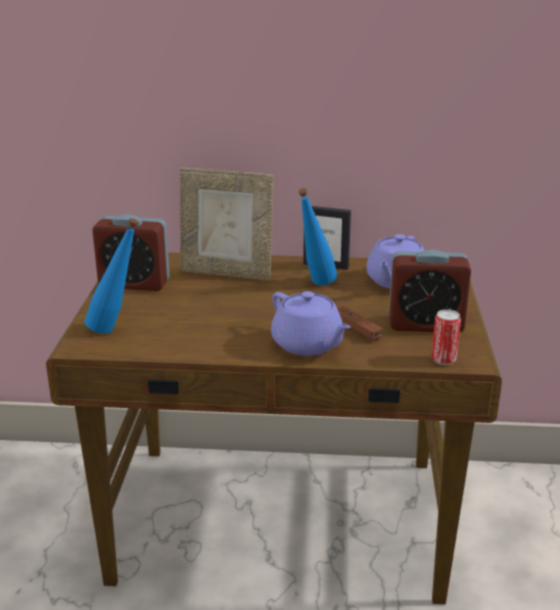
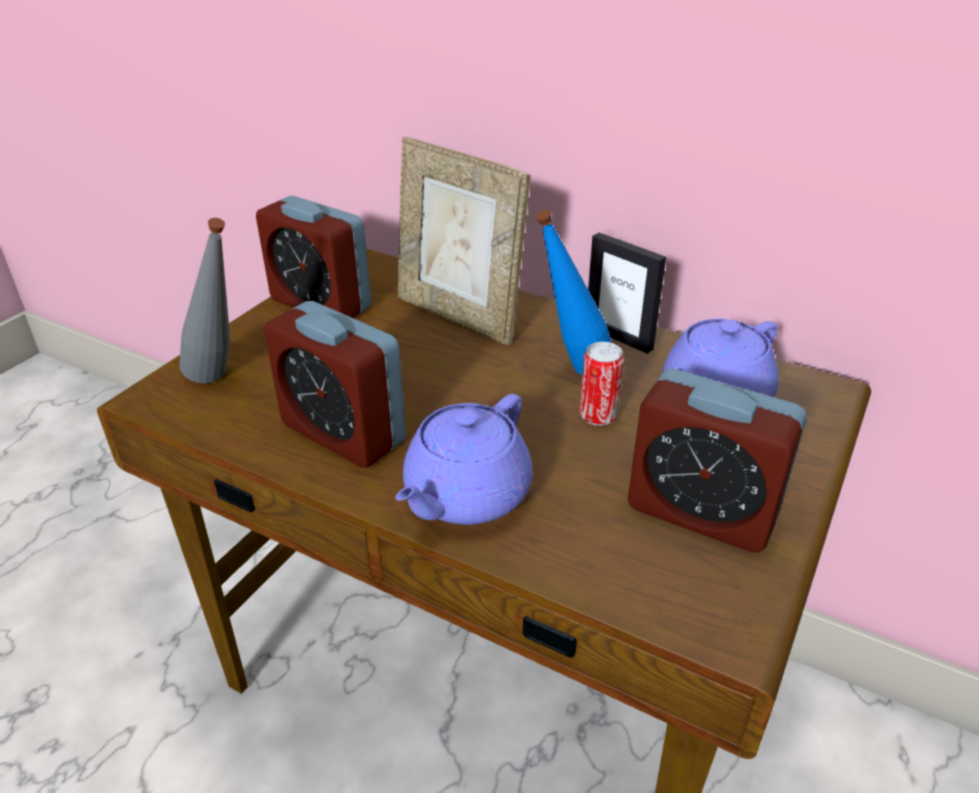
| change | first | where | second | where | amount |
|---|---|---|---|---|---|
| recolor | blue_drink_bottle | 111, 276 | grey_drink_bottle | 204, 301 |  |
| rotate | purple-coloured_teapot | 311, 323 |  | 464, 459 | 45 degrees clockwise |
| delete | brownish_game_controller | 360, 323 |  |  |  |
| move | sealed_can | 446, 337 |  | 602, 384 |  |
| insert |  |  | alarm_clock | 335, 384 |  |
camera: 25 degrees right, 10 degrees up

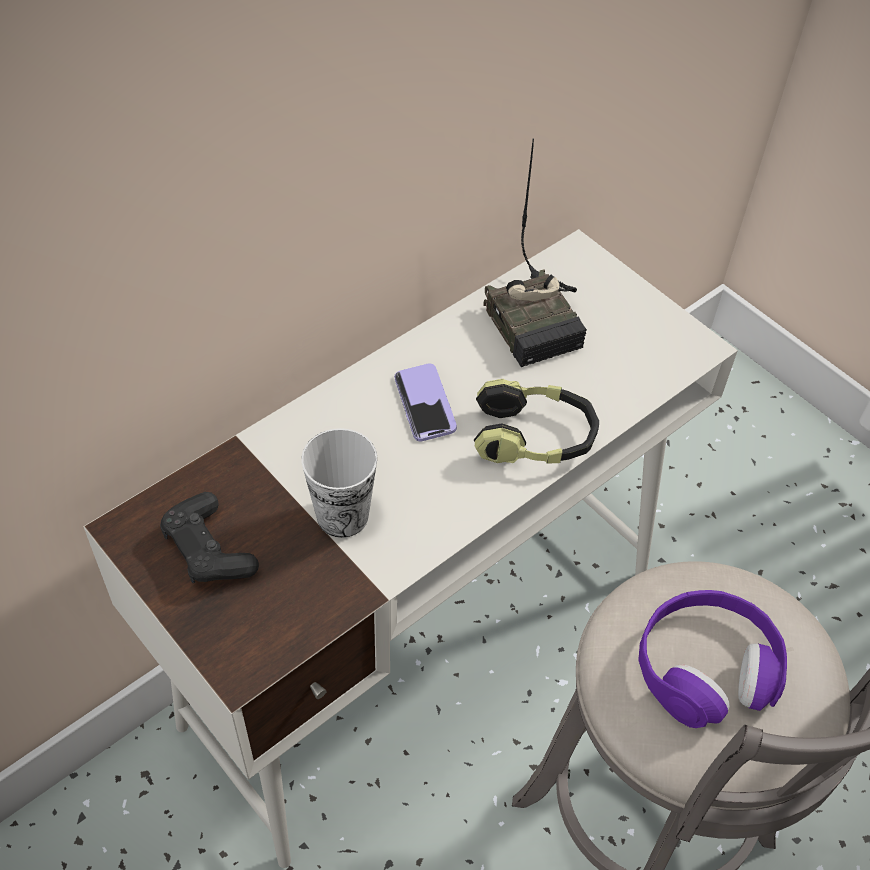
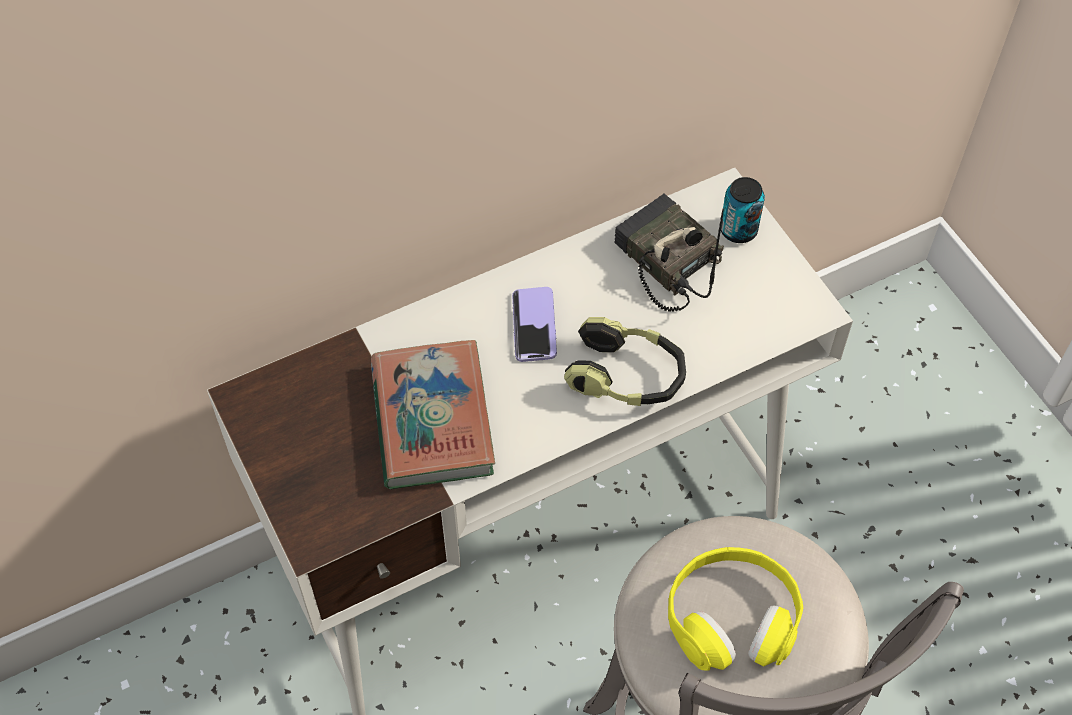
| change | first | where | second | where | amount |
|---|---|---|---|---|---|
| rotate | radio_set | 535, 253 |  | 669, 252 | 150 degrees clockwise |
| replace | drinking_cup | 339, 483 | volume | 433, 414 |  |
| delete | black_game_controller | 209, 537 |  |  |  |
| recolor | purple-coloured_pair_of_headphones | 712, 659 | yellow-coloured_pair_of_headphones | 735, 609 |  |
| insert |  |  | sealed_can | 743, 210 |  |
camera: 15 degrees right, 5 degrees up

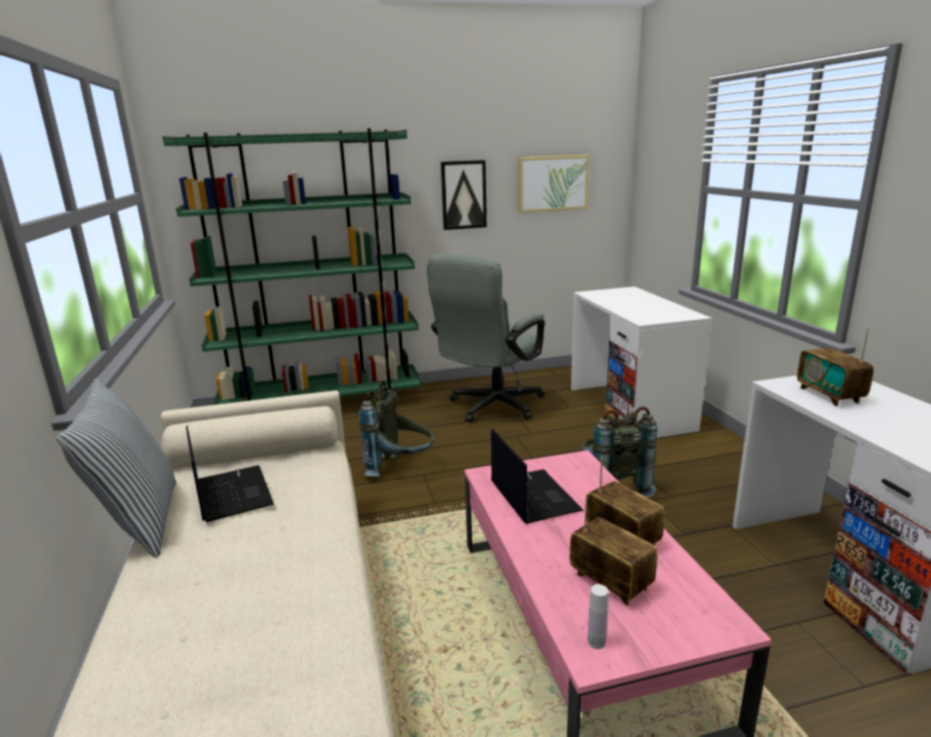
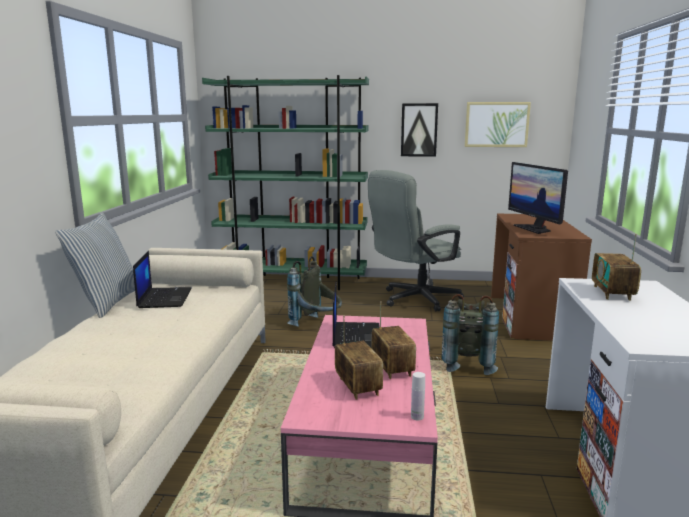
| change | first | where | second | where | amount |
|---|---|---|---|---|---|
| recolor | white-coloured_desk_table | 641, 362 | brownish_desk_table | 541, 277 |  |
| move | white-coloured_drink_bottle | 598, 616 |  | 418, 396 |  |
| insert |  |  | monitor | 538, 198 |  |
camera: 20 degrees right, 5 degrees down

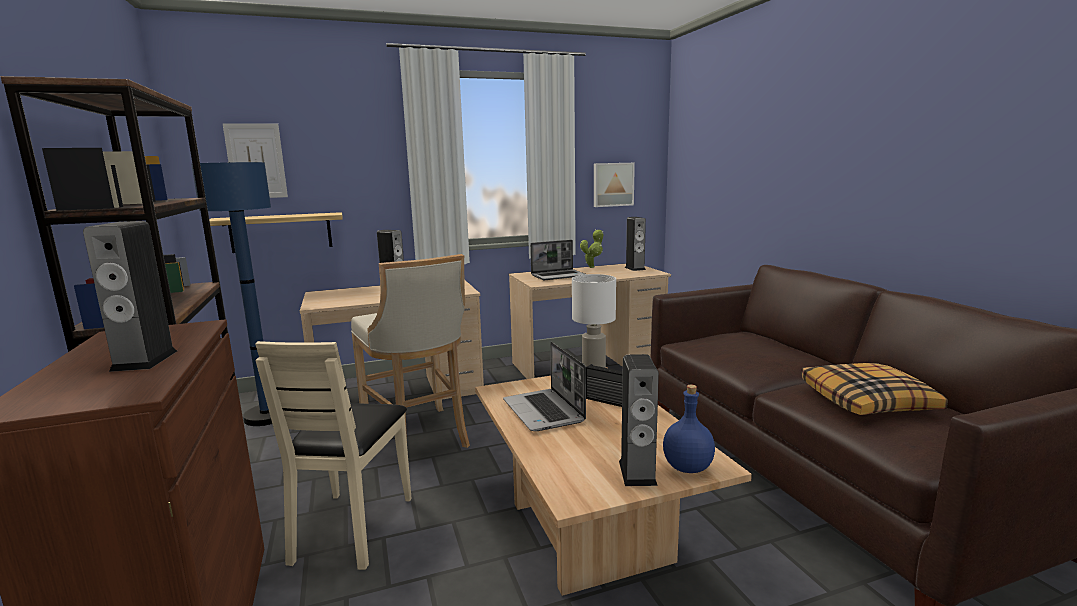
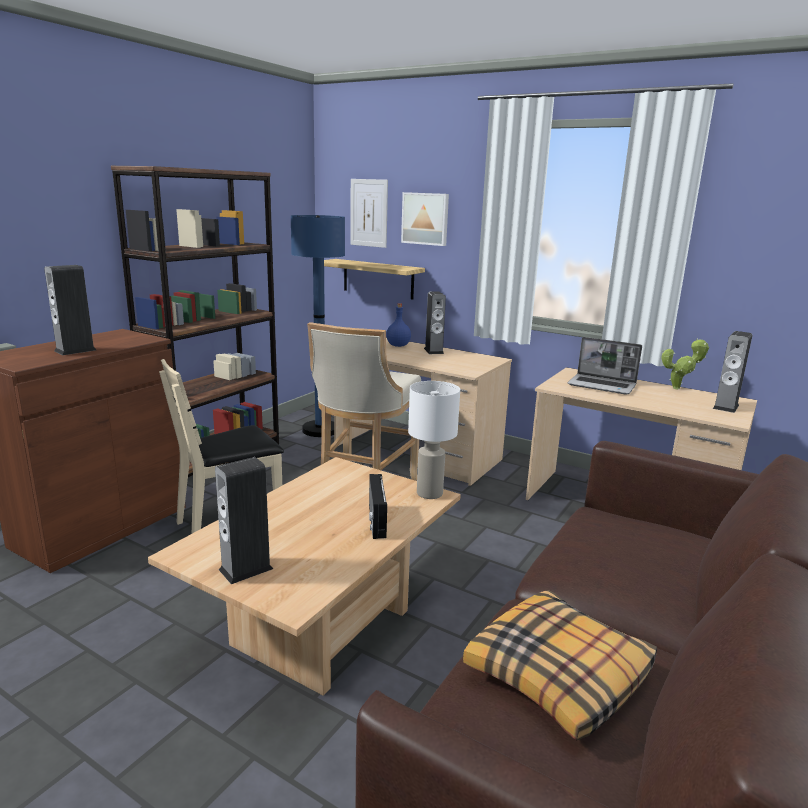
| change | first | where | second | where | amount |
|---|---|---|---|---|---|
| move | wall_art | 614, 185 |  | 425, 219 |  |
| delete | notebook_computer | 544, 386 |  |  |  |
| move | blue_drink_bottle | 689, 429 |  | 398, 325 |  |
camera: 50 degrees right, 5 degrees up

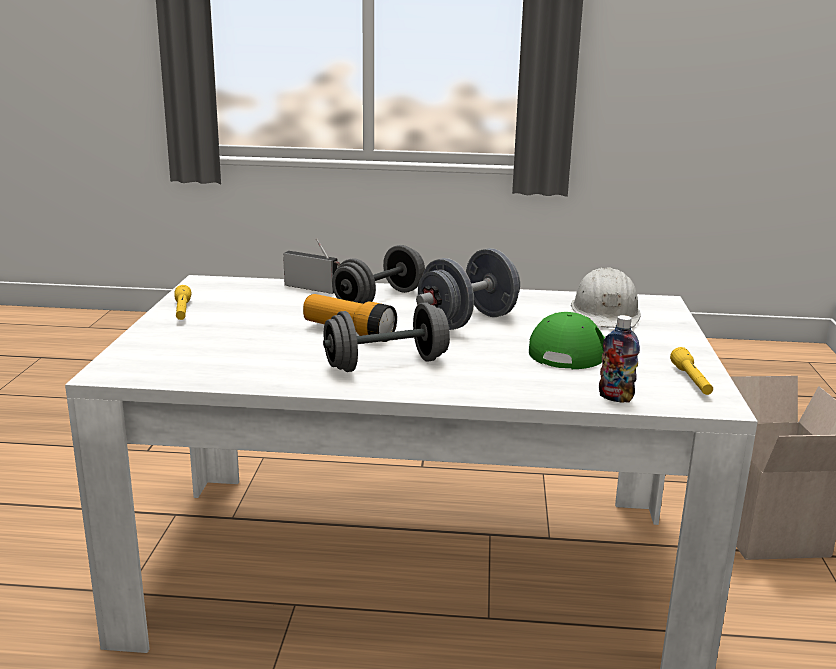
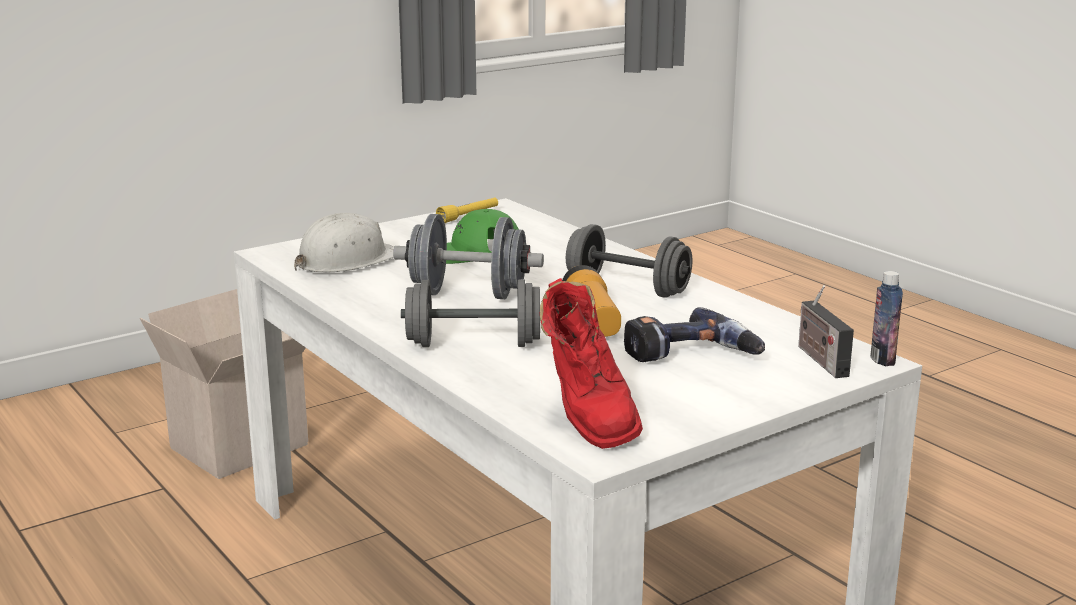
| change | first | where | second | where | amount |
|---|---|---|---|---|---|
| move | radio_set | 311, 266 |  | 826, 331 |  |
| delete | yellow-coloured_flashlight | 182, 302 |  |  |  |
| move | drink_bottle | 619, 359 |  | 886, 318 |  |
| insert |  |  | red_boot | 591, 363 |  |
| insert |  |  | electric_drill | 694, 334 |  |
camera: 130 degrees left, 0 degrees up

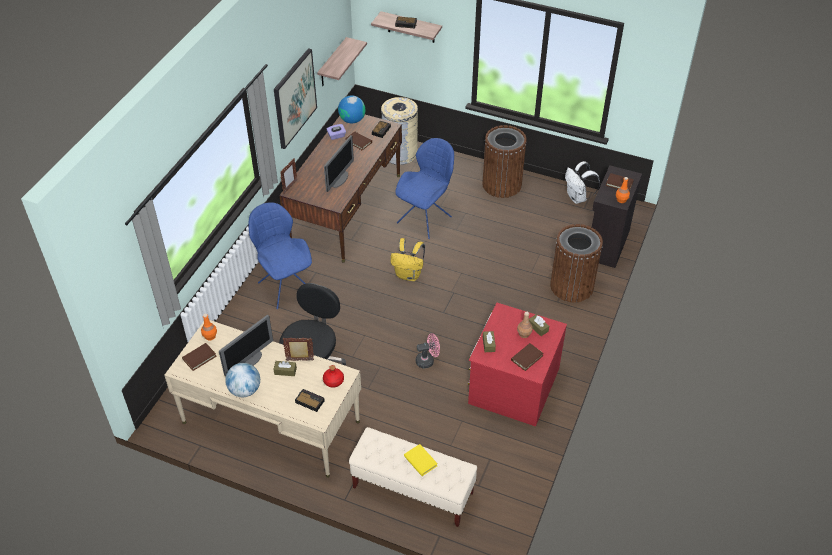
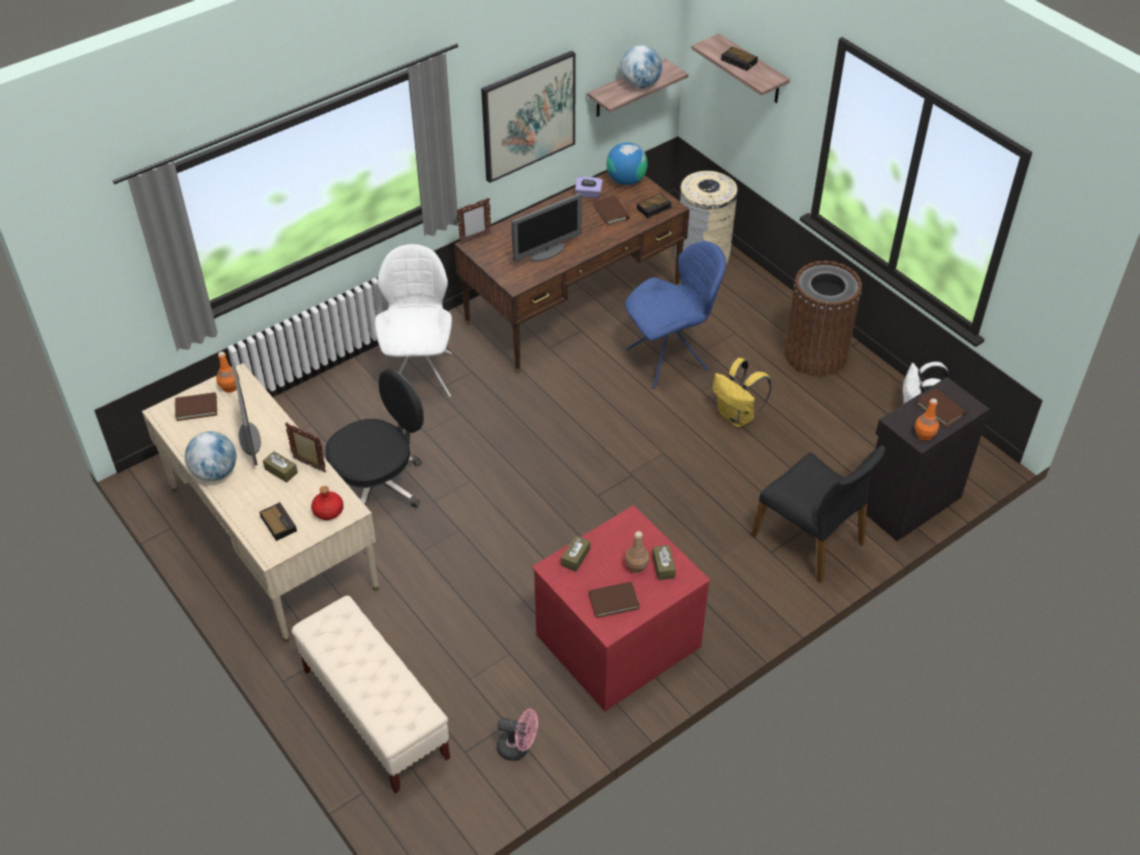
| change | first | where | second | where | amount |
|---|---|---|---|---|---|
| recolor | blue_upright_chair | 280, 255 | white-coloured_upright_chair | 413, 320 |  |
| replace | brownish_waste_bin | 576, 263 | black_upright_chair | 818, 514 |  |
| move | yellow-coloured_knapsack | 408, 259 |  | 741, 392 |  |
| rotate | monitor | 246, 346 |  | 246, 414 | 90 degrees counterclockwise |
| move | pinkish_cooling_fan | 428, 351 |  | 517, 735 |  |
| delete | yellow-coloured_volume | 421, 460 |  |  |  |
| insert |  |  | world_globe | 641, 66 |  |
camera: 30 degrees right, 0 degrees up

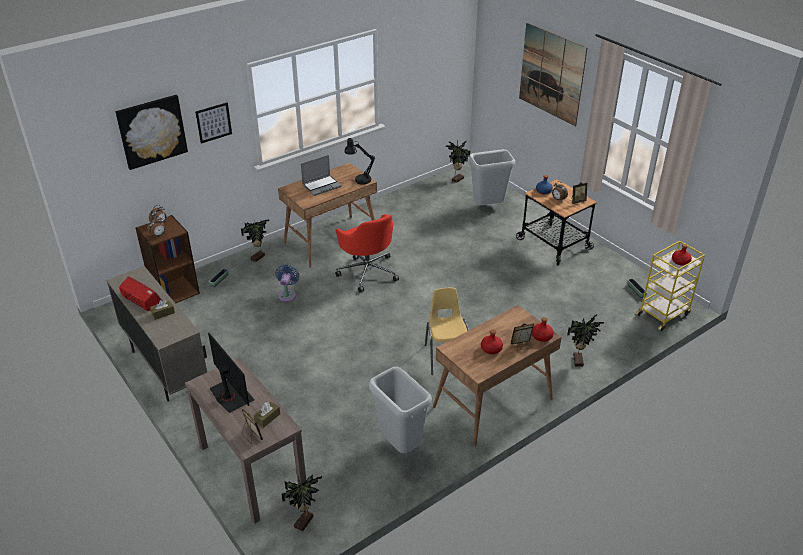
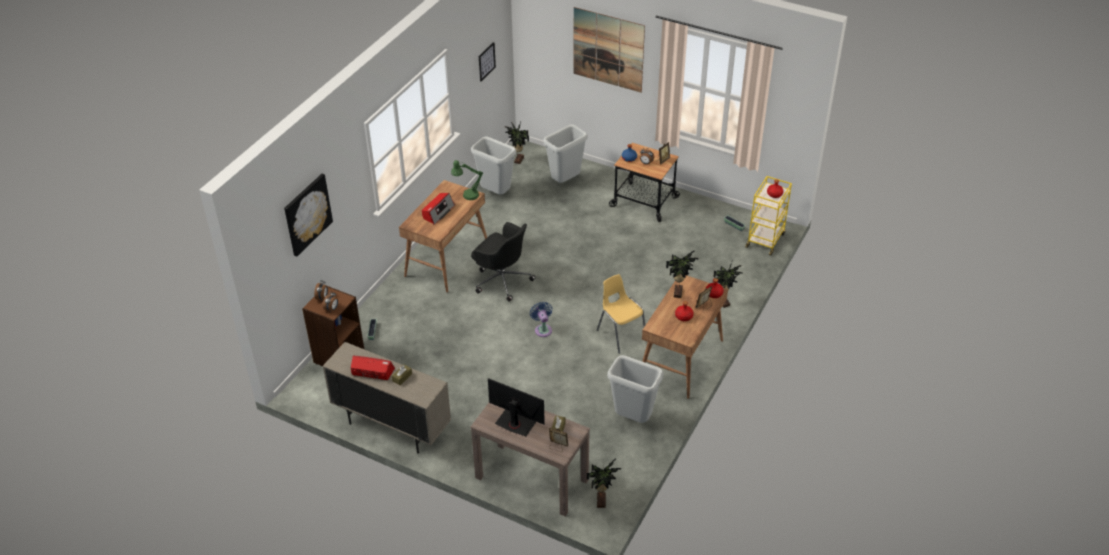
| change | first | where | second | where | amount |
|---|---|---|---|---|---|
| move | wall_art | 213, 123 |  | 487, 62 |  |
| recolor | black_tabletop_lamp | 359, 161 | green-coloured_tabletop_lamp | 467, 180 |  |
| replace | notebook_computer | 321, 175 | radio_set | 438, 209 |  |
| recolor | red_desk_chair | 367, 253 | black_desk_chair | 503, 262 |  |
| move | potted_plant | 255, 241 |  | 682, 274 |  |
| move | blue_cooling_fan | 287, 283 |  | 541, 319 |  |
| insert |  |  | grey_waste_bin | 493, 165 |  |
camera: 25 degrees left, 5 degrees up

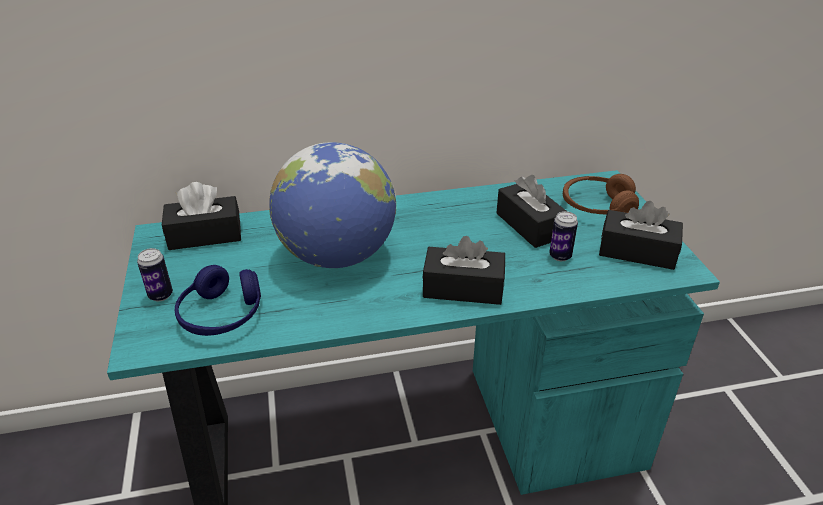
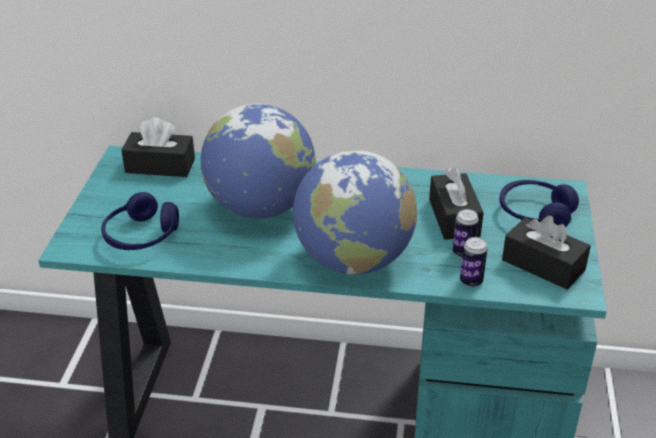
| change | first | where | second | where | amount |
|---|---|---|---|---|---|
| recolor | brownish_pair_of_headphones | 601, 194 | blue_pair_of_headphones | 539, 203 |  |
| replace | black_box_of_tissues | 463, 270 | world_globe | 355, 212 |  |
| move | sealed_can | 155, 274 |  | 474, 262 |  |
camera: 20 degrees right, 0 degrees up

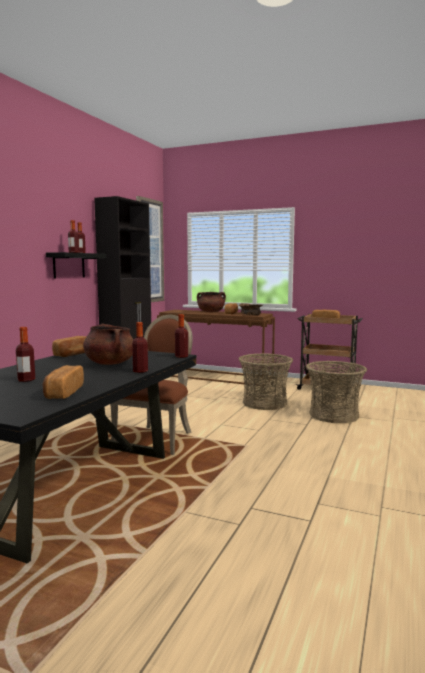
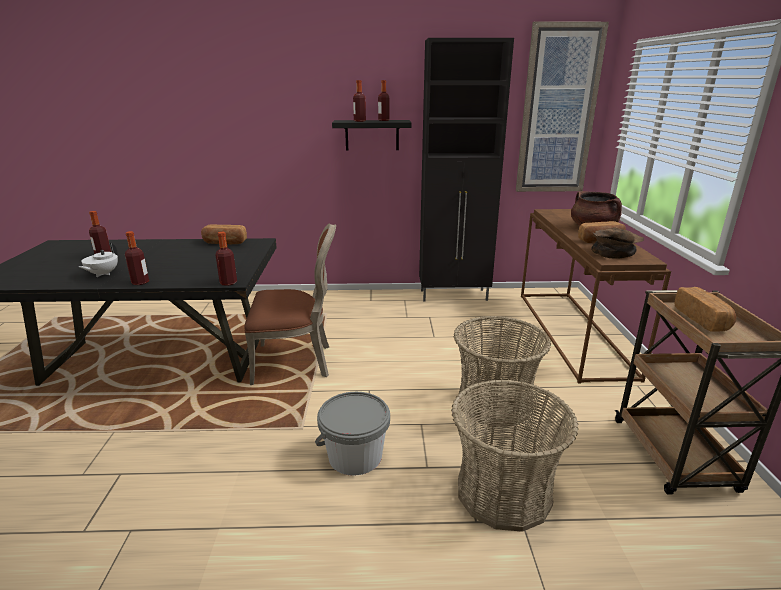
| change | first | where | second | where | amount |
|---|---|---|---|---|---|
| delete | brownish_cooking_pot | 108, 344 |  |  |  |
| delete | bread | 63, 382 |  |  |  |
| insert |  |  | white-coloured_teapot | 98, 260 |  |
| insert |  |  | grey_bucket | 352, 434 |  |
camera: 65 degrees right, 15 degrees up

